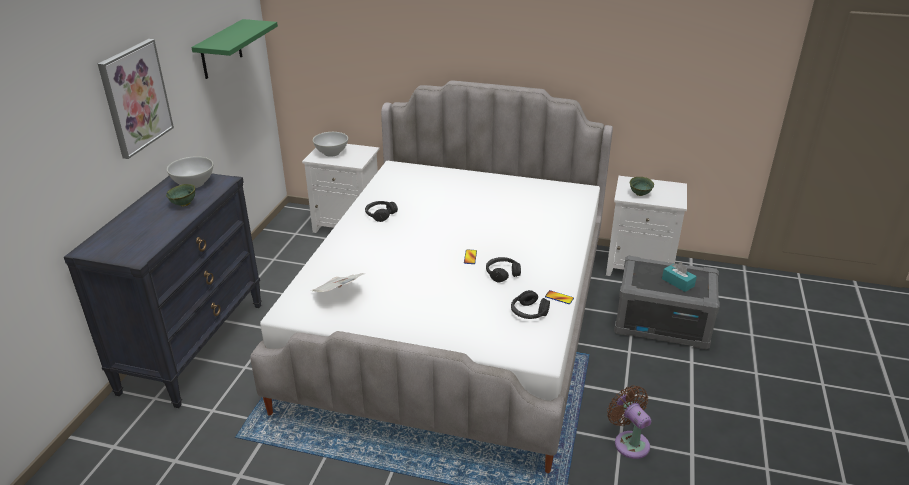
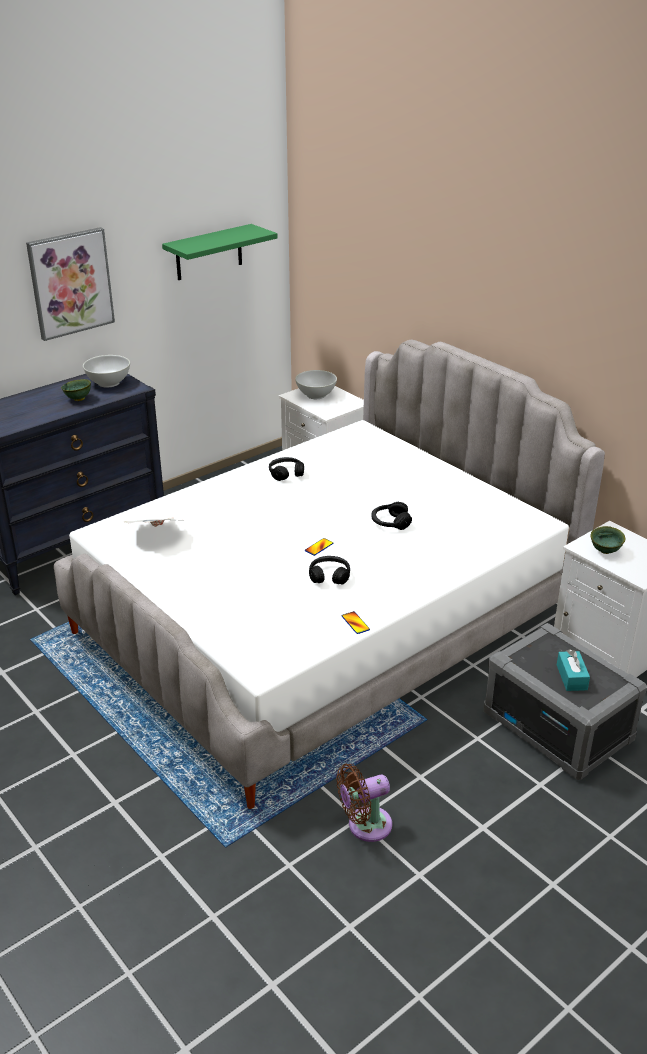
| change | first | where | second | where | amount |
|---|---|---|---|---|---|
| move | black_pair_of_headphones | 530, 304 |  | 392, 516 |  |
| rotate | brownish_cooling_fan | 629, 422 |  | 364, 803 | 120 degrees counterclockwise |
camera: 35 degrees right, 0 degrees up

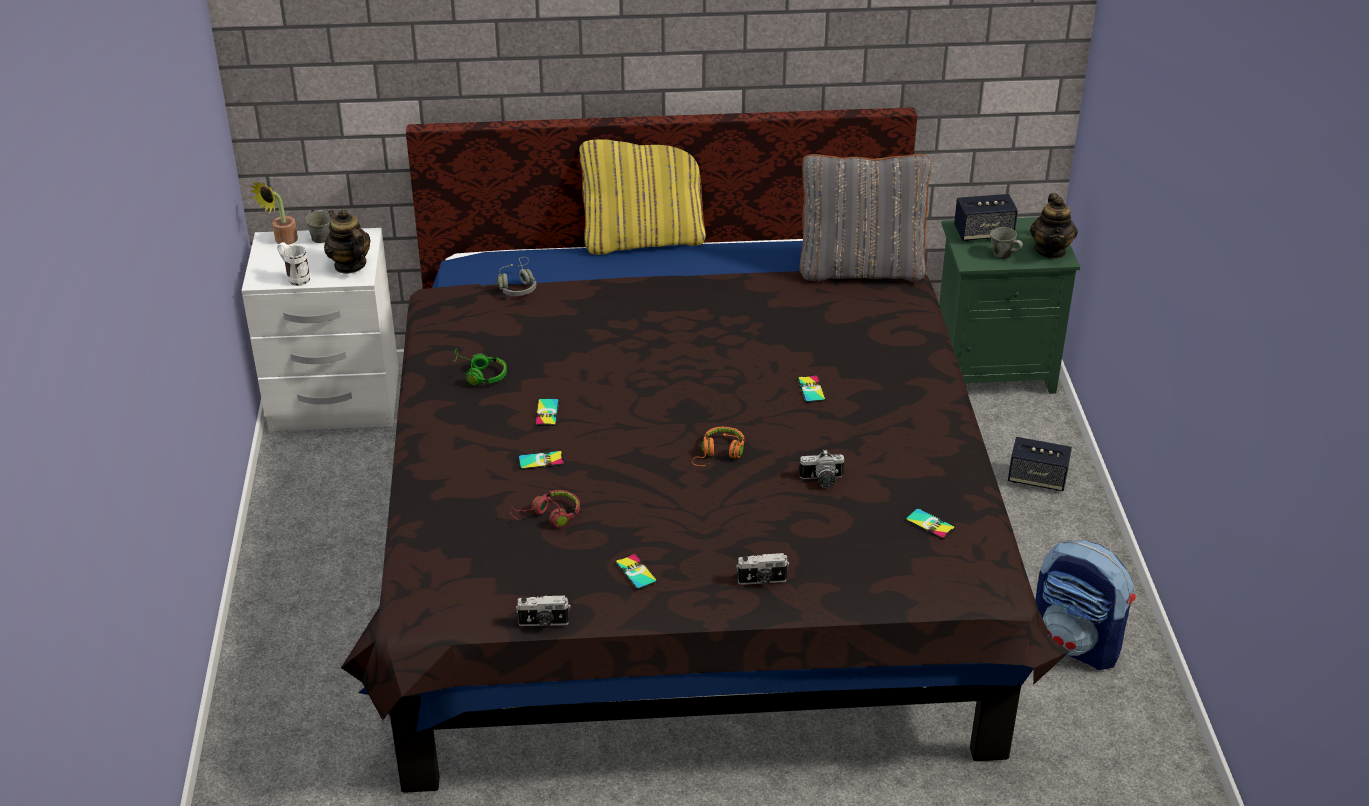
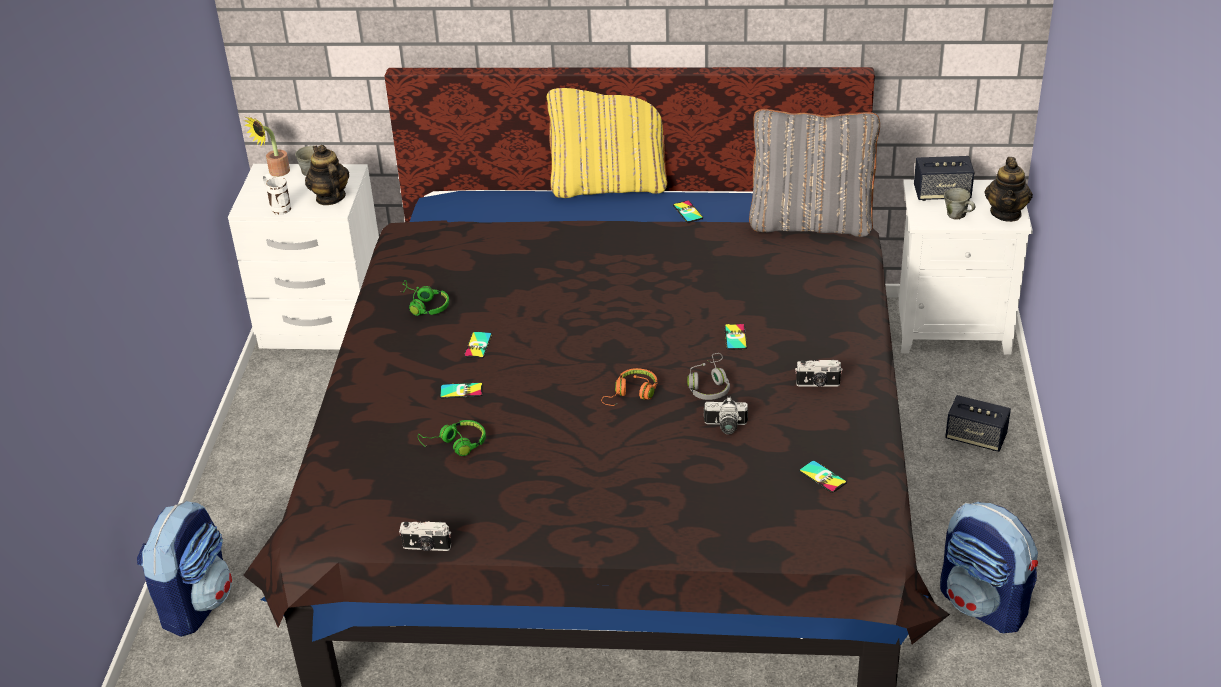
| change | first | where | second | where | amount |
|---|---|---|---|---|---|
| recolor | green-coloured_bedside_table | 1009, 305 | white-coloured_bedside_table | 965, 267 |  |
| move | grey_pair_of_headphones | 516, 276 |  | 708, 376 |  |
| recolor | red_pair_of_headphones | 544, 508 | green-coloured_pair_of_headphones | 452, 438 |  |
| move | photo_camera | 762, 569 |  | 819, 373 |  |
| move | phone | 636, 572 |  | 688, 211 |  |
| insert |  |  | knapsack | 184, 568 |  |
camera: 10 degrees right, 0 degrees up

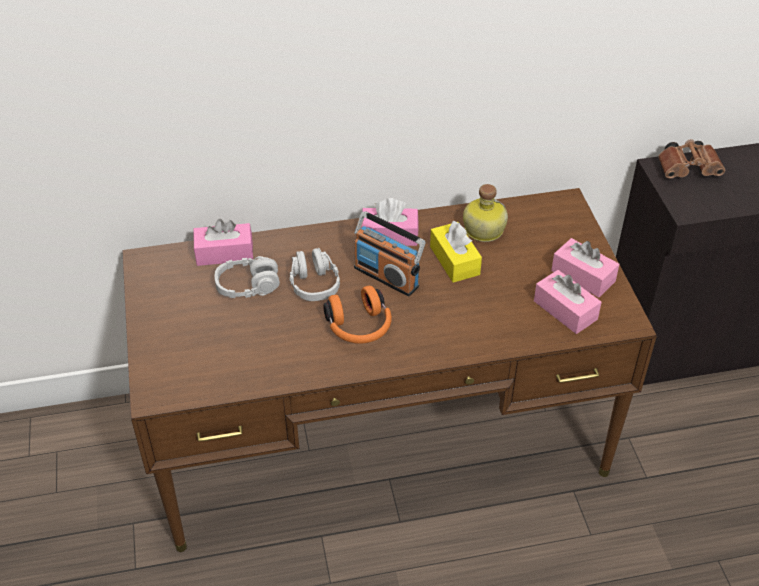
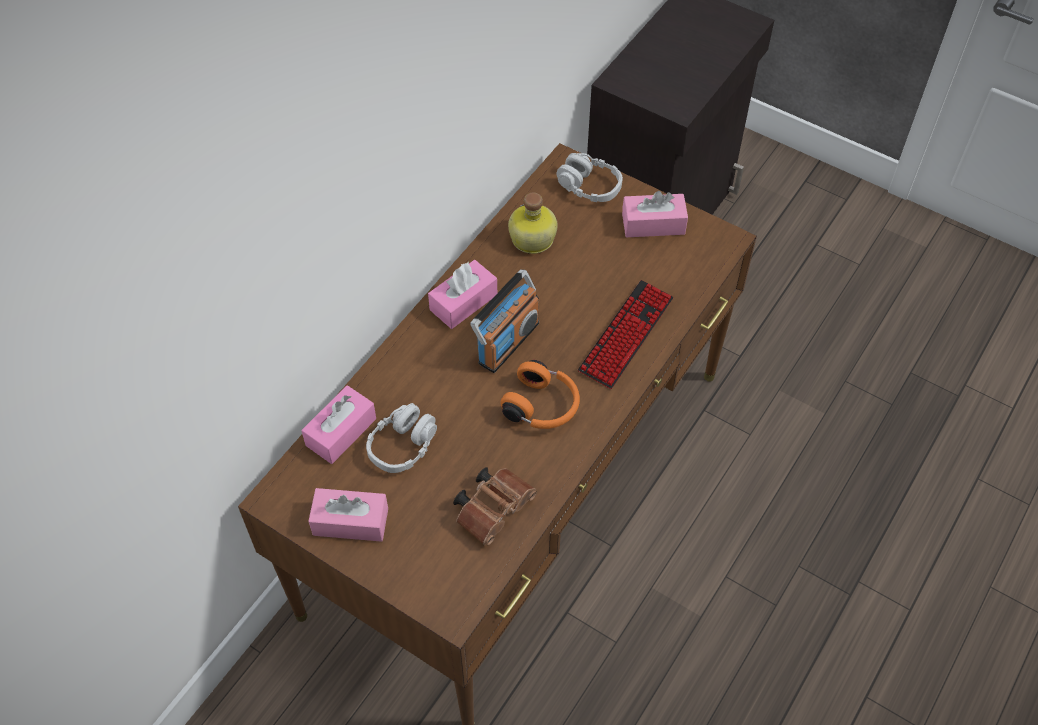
| change | first | where | second | where | amount |
|---|---|---|---|---|---|
| move | brownish_field_glasses | 691, 158 |  | 495, 506 |  |
| rotate | radio_set | 389, 253 |  | 504, 321 | 45 degrees counterclockwise |
| delete | yellow-coloured_box_of_tissues | 456, 252 |  |  |  |
| move | grey_pair_of_headphones | 314, 274 |  | 589, 177 |  |
| move | pinkish_box_of_tissues | 568, 302 |  | 348, 515 |  |
| insert |  |  | PC_keyboard | 625, 334 |  |
camera: 45 degrees left, 10 degrees up

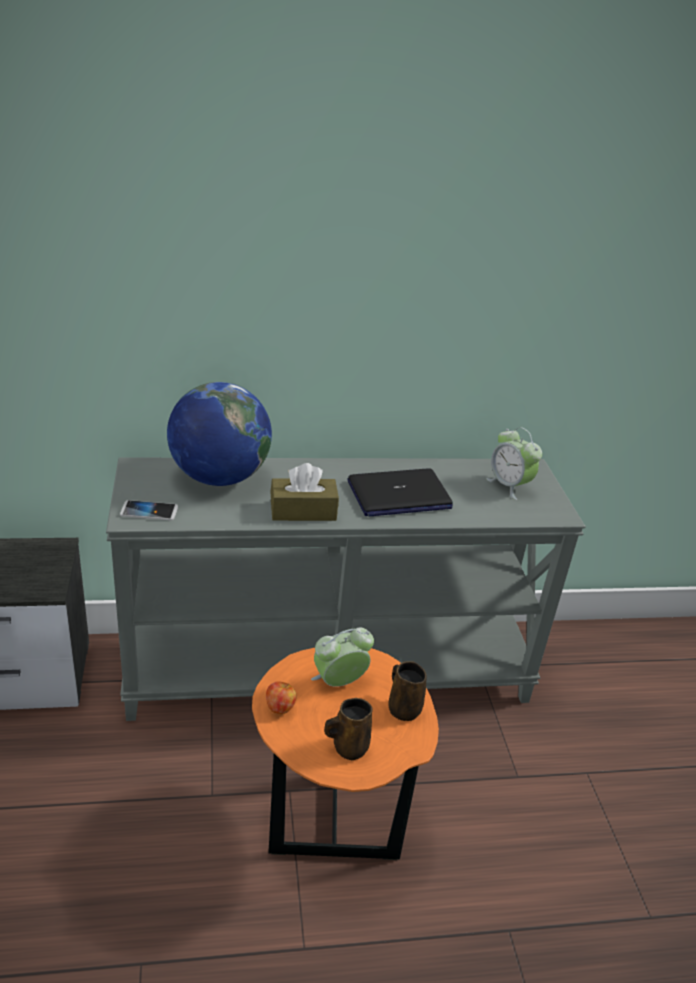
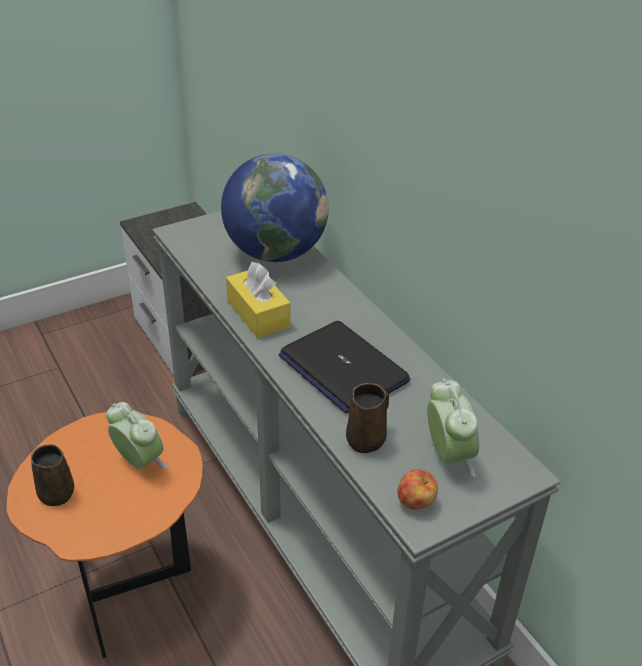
| change | first | where | second | where | amount |
|---|---|---|---|---|---|
| rotate | alarm_clock | 514, 463 |  | 453, 428 | 135 degrees clockwise |
| recolor | brownish_box_of_tissues | 304, 492 | yellow-coloured_box_of_tissues | 258, 300 |  |
| delete | phone | 149, 510 |  |  |  |
| move | brownish_coffee_mug | 407, 691 |  | 367, 418 |  |
| move | whole_apple | 281, 697 |  | 417, 489 |  |
camera: 70 degrees right, 5 degrees up

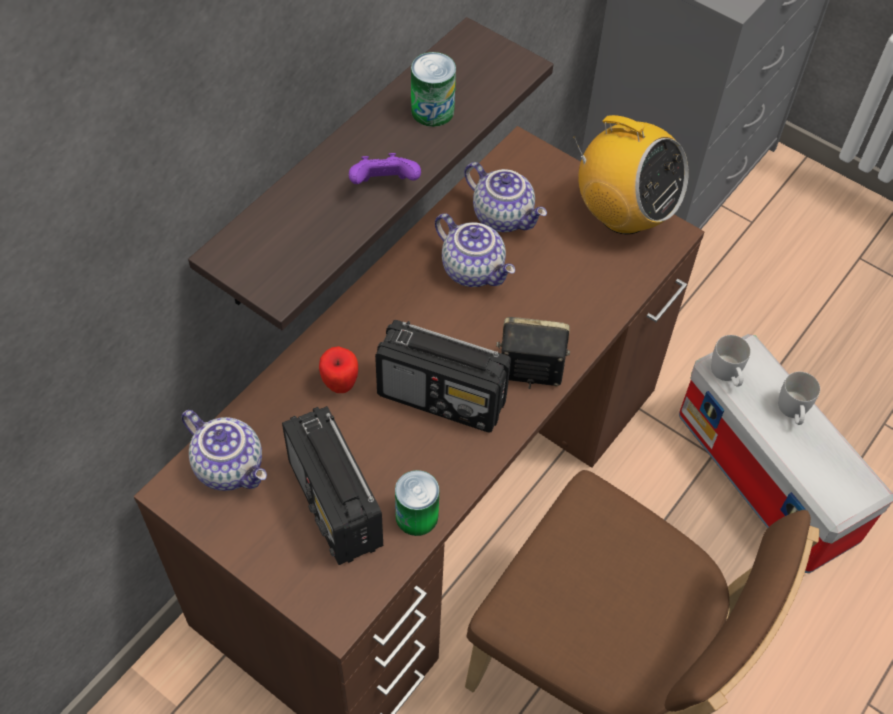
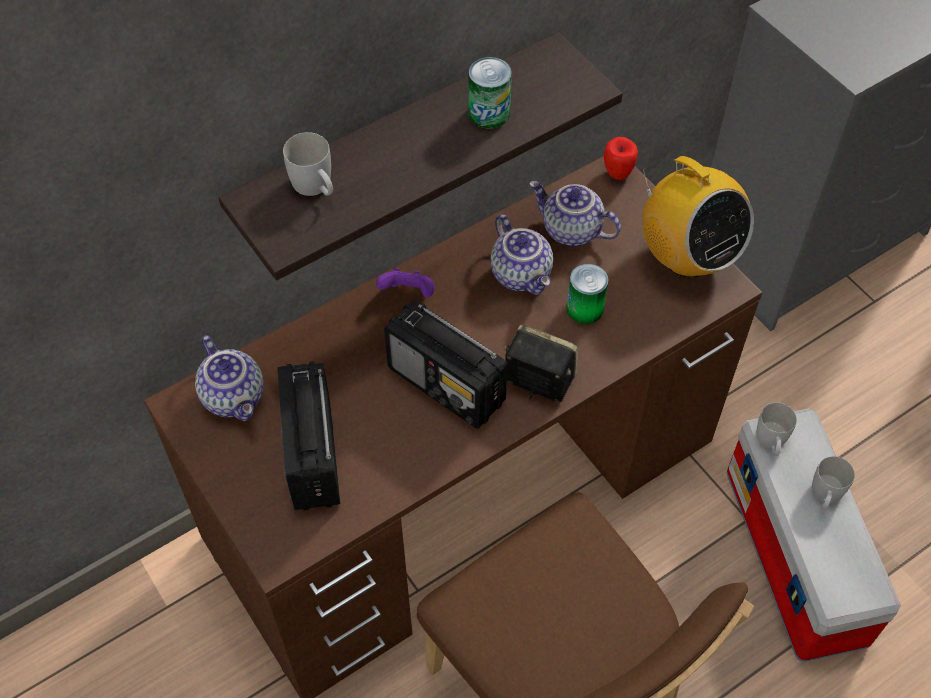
| change | first | where | second | where | amount |
|---|---|---|---|---|---|
| move | purple-coloured_game_controller | 385, 168 |  | 405, 282 |  |
| rotate | teapot | 505, 197 |  | 575, 213 | 150 degrees clockwise |
| move | whole_apple | 338, 369 |  | 621, 158 |  |
| move | sealed_can | 417, 503 |  | 587, 294 |  |
| insert |  |  | white-coloured_coffee_mug | 308, 164 |  |
camera: 20 degrees right, 0 degrees up

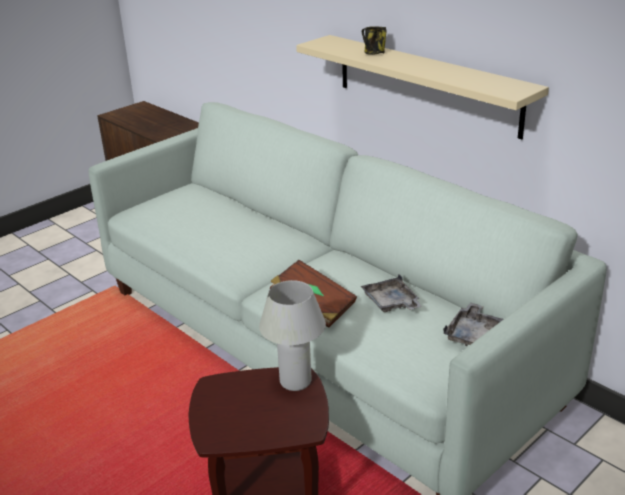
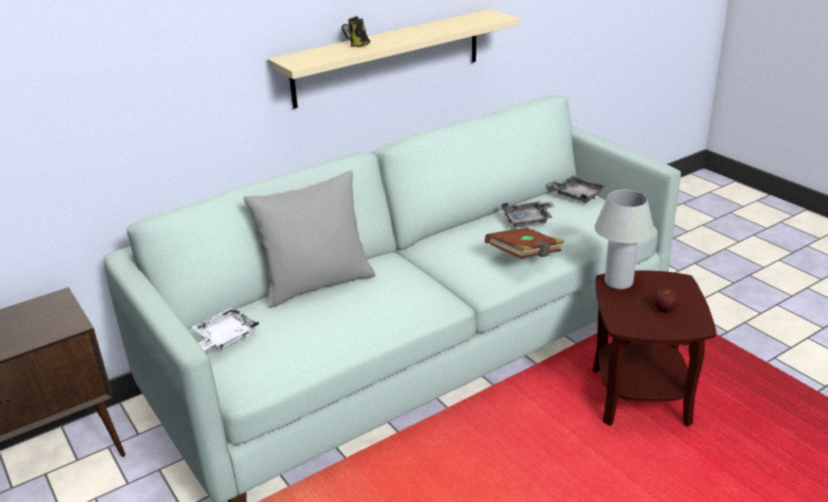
| change | first | where | second | where | amount |
|---|---|---|---|---|---|
| insert |  |  | grey_pillow | 309, 239 |  |
| insert |  |  | whole_apple | 666, 300 |  |
| insert |  |  | white-coloured_serving_tray | 225, 329 |  |
camera: 80 degrees left, 0 degrees up

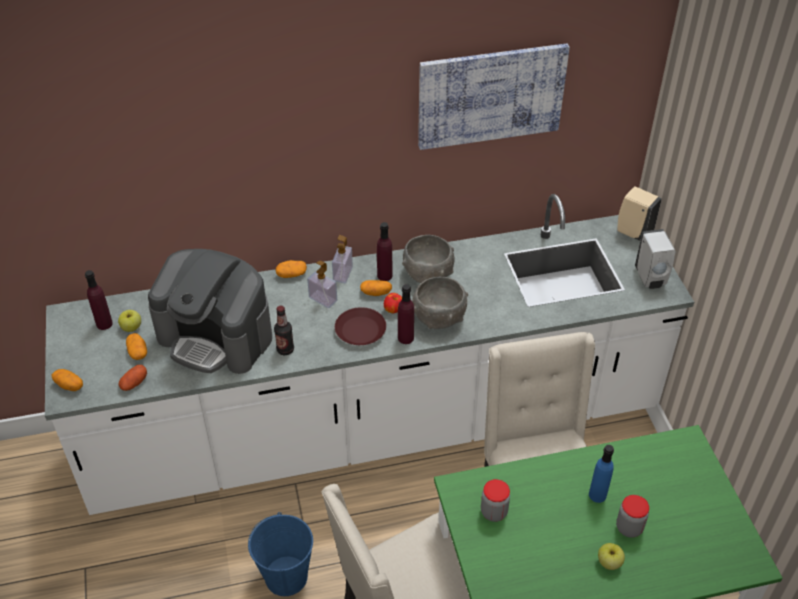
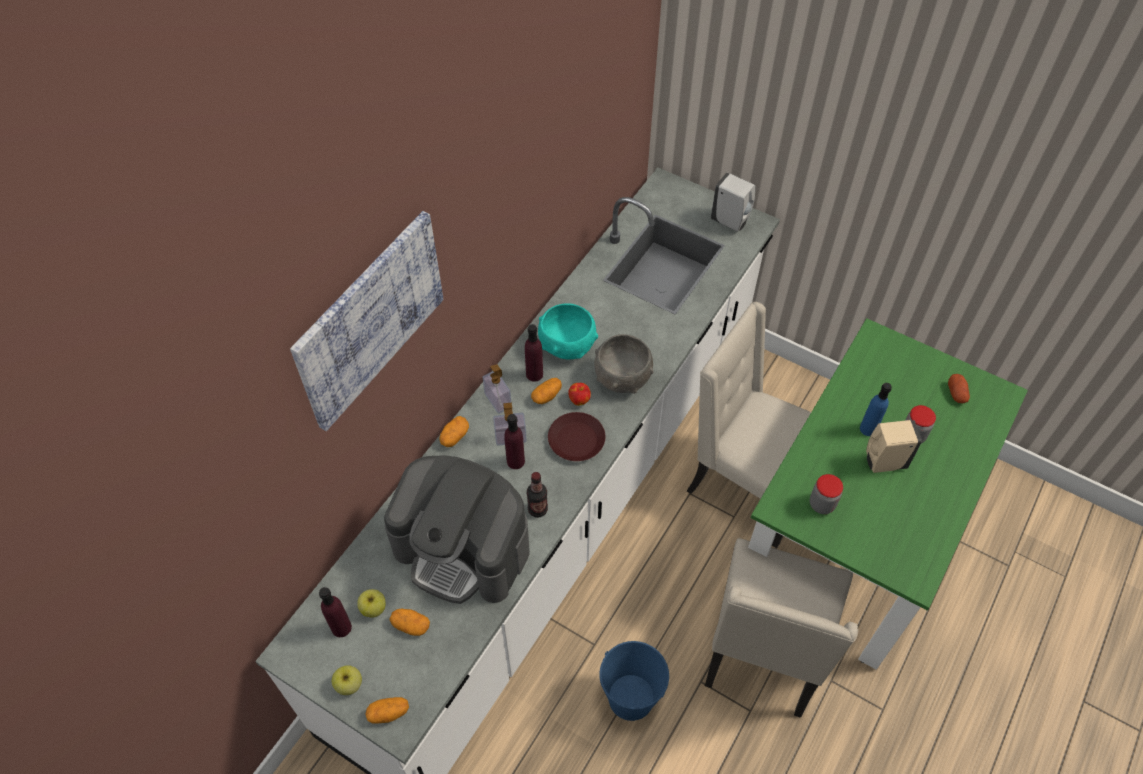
| change | first | where | second | where | amount |
|---|---|---|---|---|---|
| move | wall_art | 494, 96 |  | 366, 321 |  |
| move | beige_soap_dispenser | 639, 213 |  | 894, 446 |  |
| recolor | grey_serving_bowl | 428, 259 | turquoise_serving_bowl | 568, 331 |  |
| rotate | coffee_machine | 210, 311 |  | 456, 529 | 45 degrees clockwise |
| move | purple-coloured_drink_bottle | 406, 314 |  | 514, 441 |  |
| move | spud | 133, 378 |  | 959, 388 |  |
| move | whole_apple | 611, 556 |  | 347, 680 |  |
camera: 45 degrees left, 10 degrees up

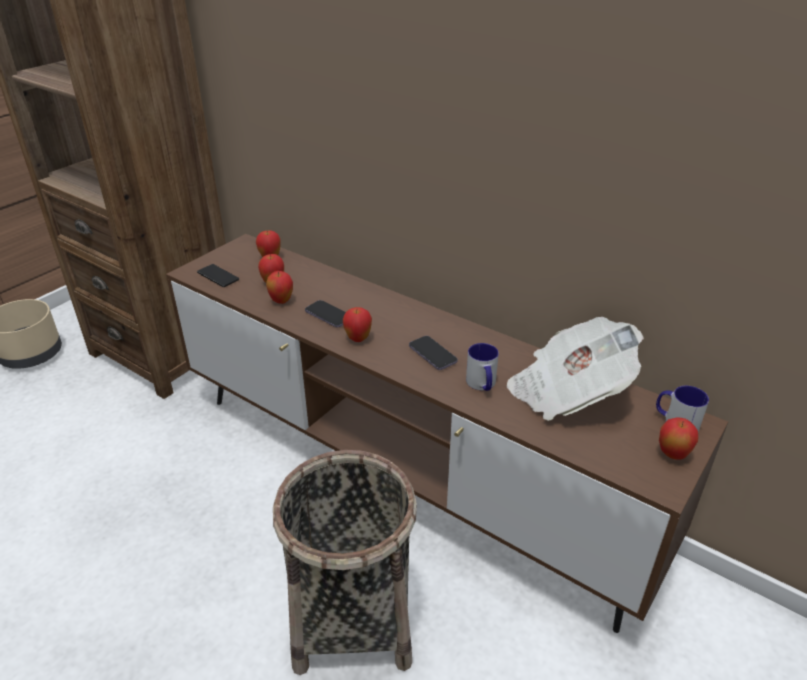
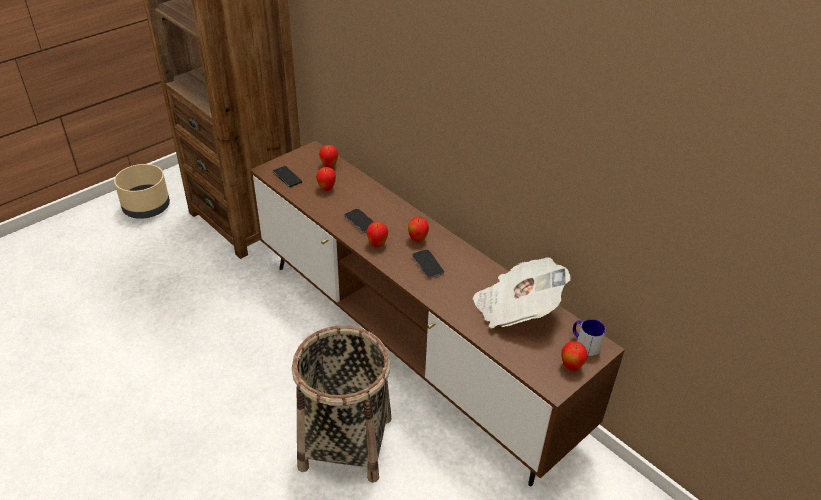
| change | first | where | second | where | amount |
|---|---|---|---|---|---|
| move | whole_apple | 279, 287 |  | 418, 229 |  |
| delete | coffee_mug | 482, 367 |  |  |  |
camera: 10 degrees right, 5 degrees up

